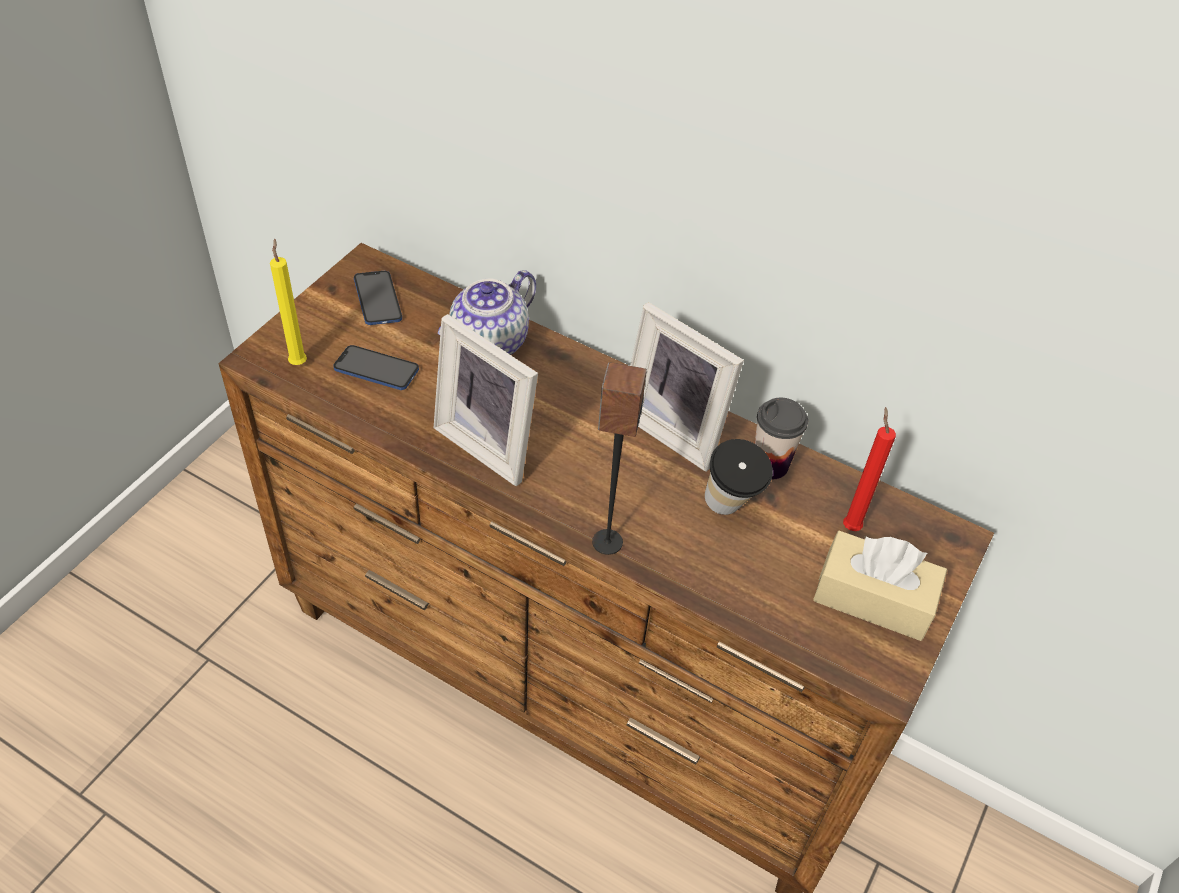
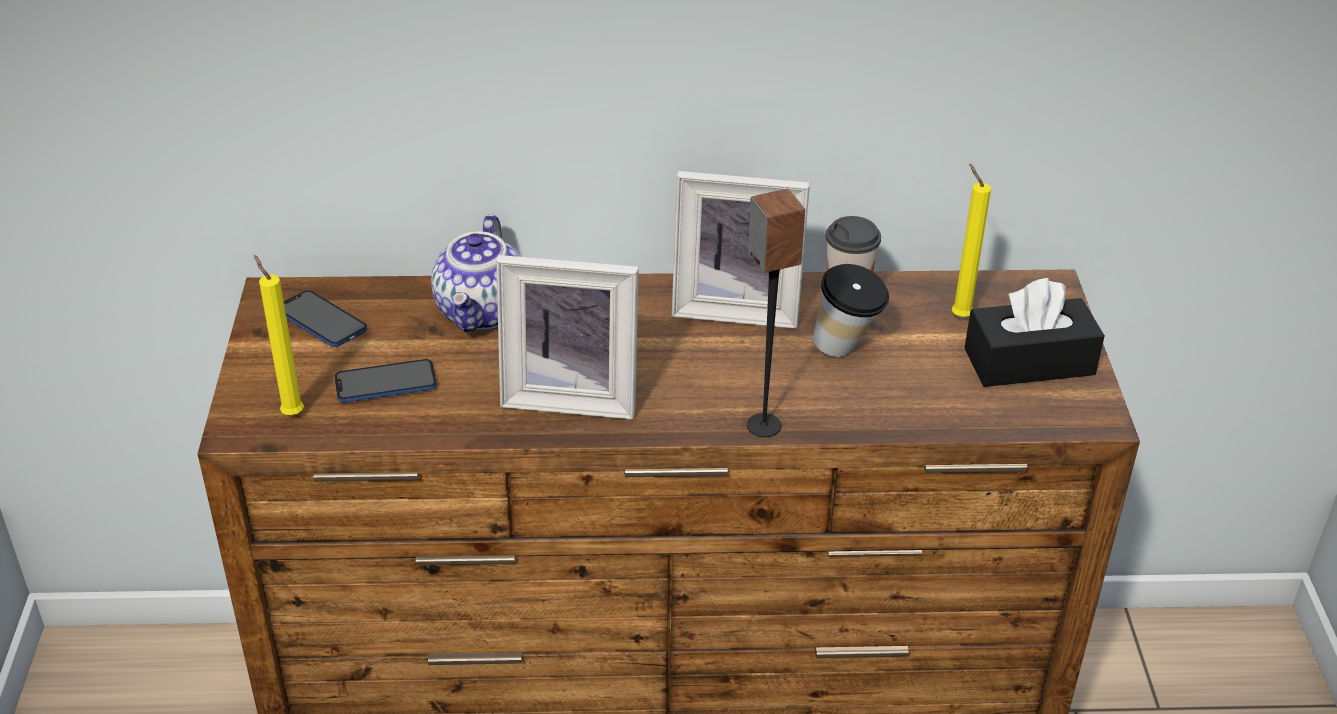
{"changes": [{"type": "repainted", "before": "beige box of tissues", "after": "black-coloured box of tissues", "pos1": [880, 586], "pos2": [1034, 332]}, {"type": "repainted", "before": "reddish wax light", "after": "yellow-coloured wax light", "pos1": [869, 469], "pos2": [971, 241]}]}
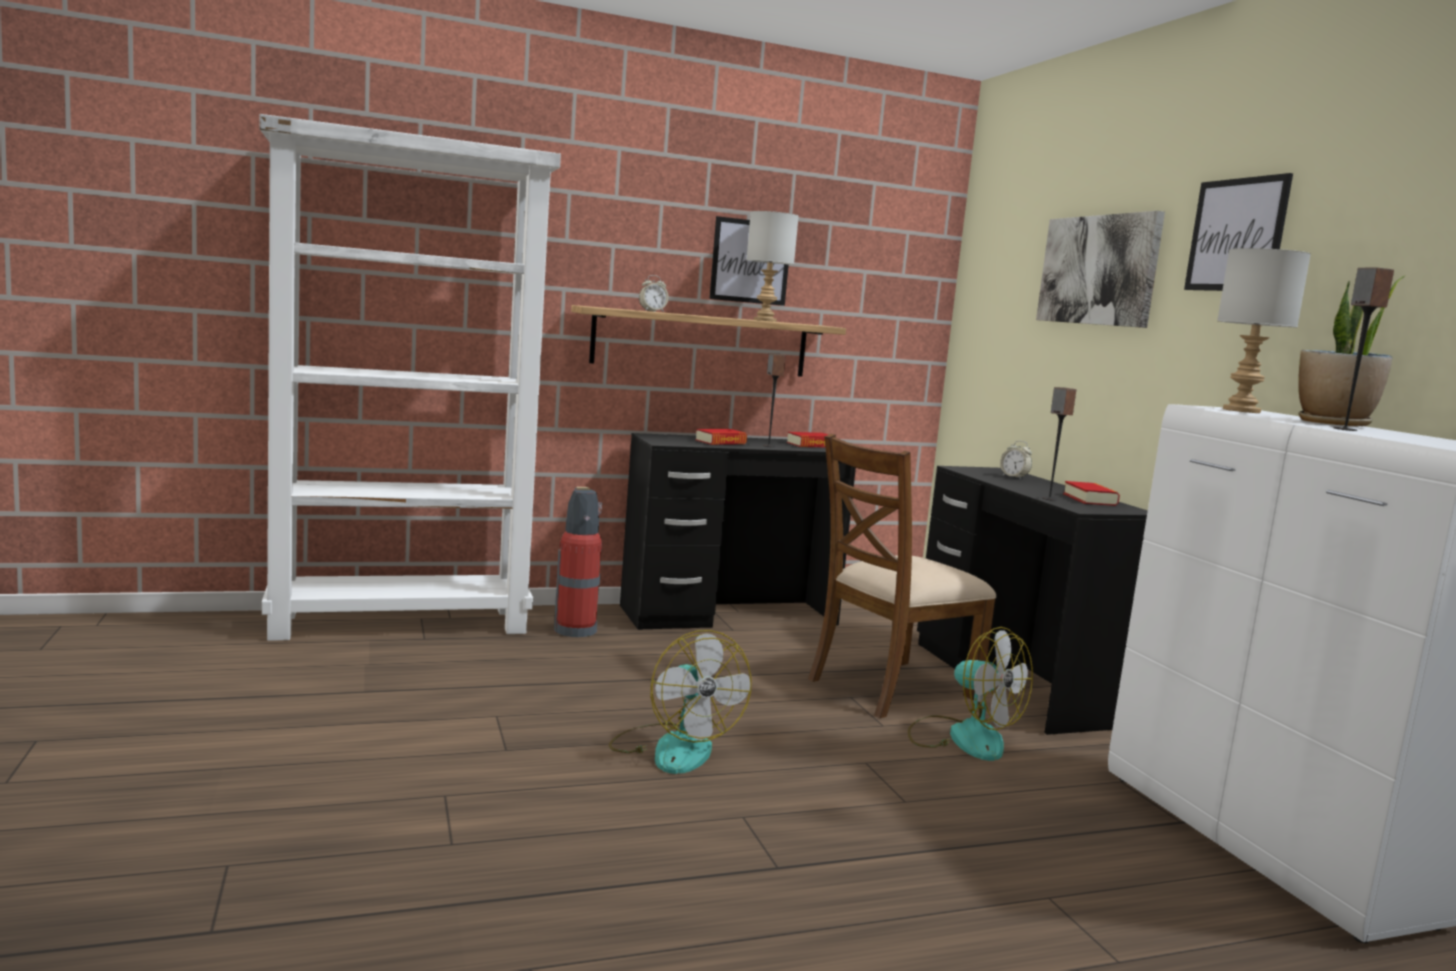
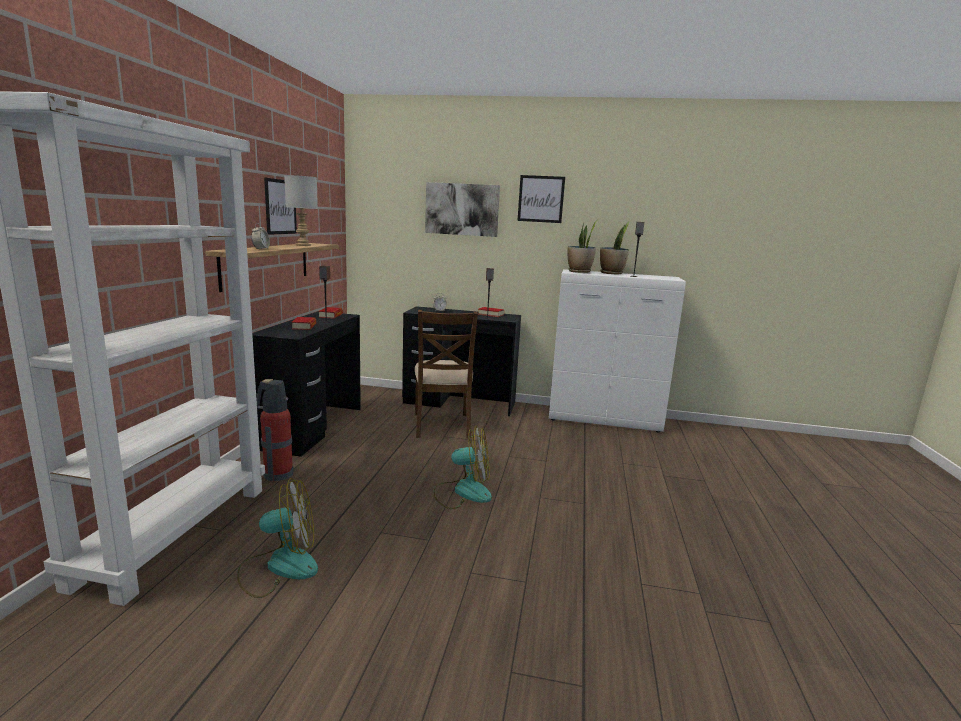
{"changes": [{"type": "shifted", "before": "electric fan", "pos1": [970, 694], "pos2": [277, 538]}, {"type": "swapped", "before": "gray table lamp", "after": "houseplant", "pos1": [1264, 330], "pos2": [582, 247]}]}
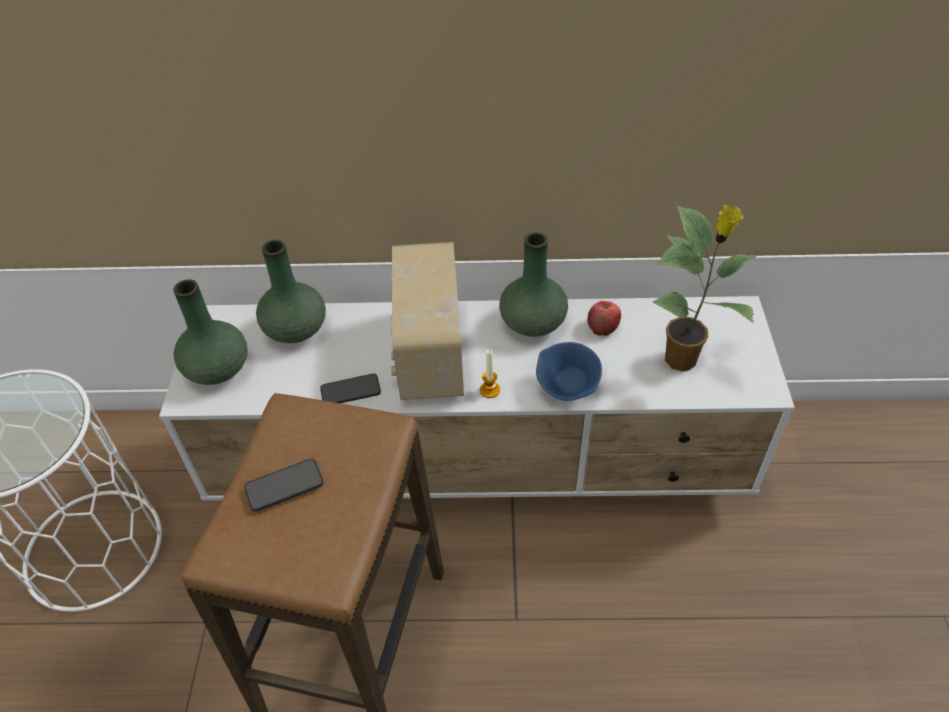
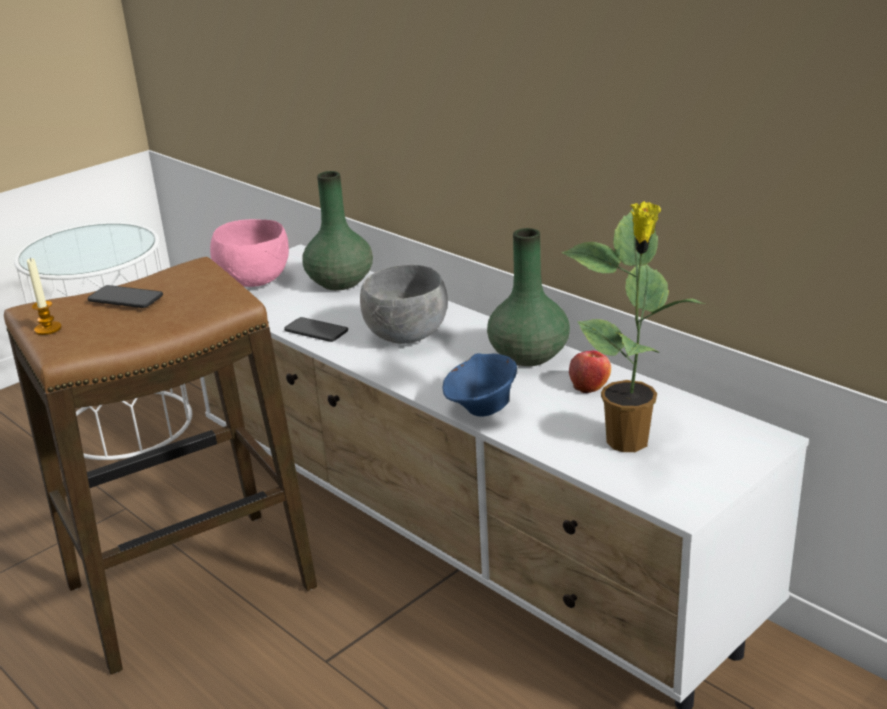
{"changes": [{"type": "shifted", "before": "wax light", "pos1": [490, 373], "pos2": [44, 296]}, {"type": "swapped", "before": "green-coloured decorative vase", "after": "pinkish serving bowl", "pos1": [210, 332], "pos2": [249, 253]}, {"type": "swapped", "before": "radio receiver", "after": "gray serving bowl", "pos1": [427, 321], "pos2": [404, 304]}]}
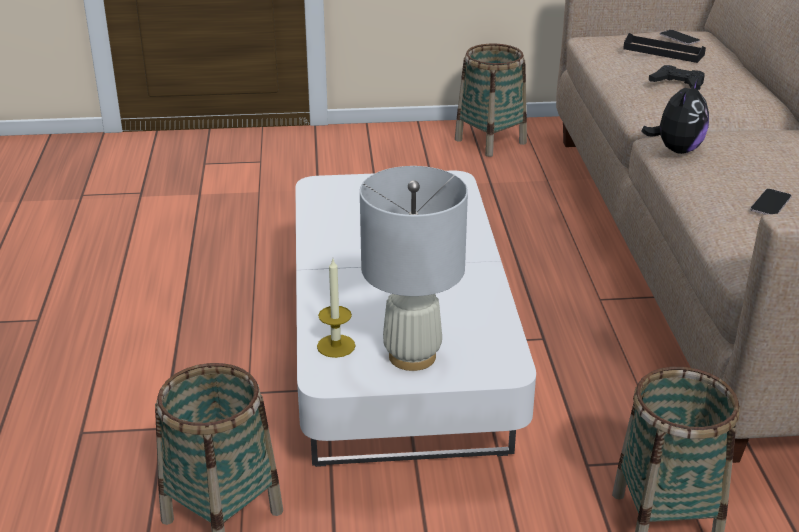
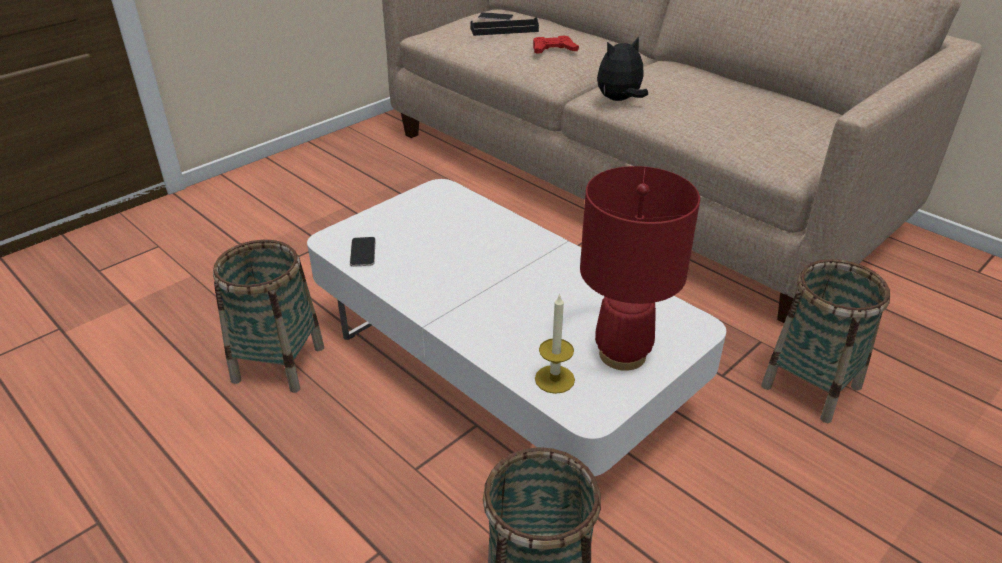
{"changes": [{"type": "shifted", "before": "basket", "pos1": [491, 100], "pos2": [268, 316]}, {"type": "shifted", "before": "telephone", "pos1": [771, 202], "pos2": [363, 252]}, {"type": "repainted", "before": "white table lamp", "after": "reddish table lamp", "pos1": [414, 268], "pos2": [640, 268]}, {"type": "repainted", "before": "black-coloured joypad", "after": "reddish joypad", "pos1": [677, 77], "pos2": [556, 45]}, {"type": "rotated", "before": "soft toy", "pos1": [675, 116], "pos2": [622, 68], "turn": -105}]}
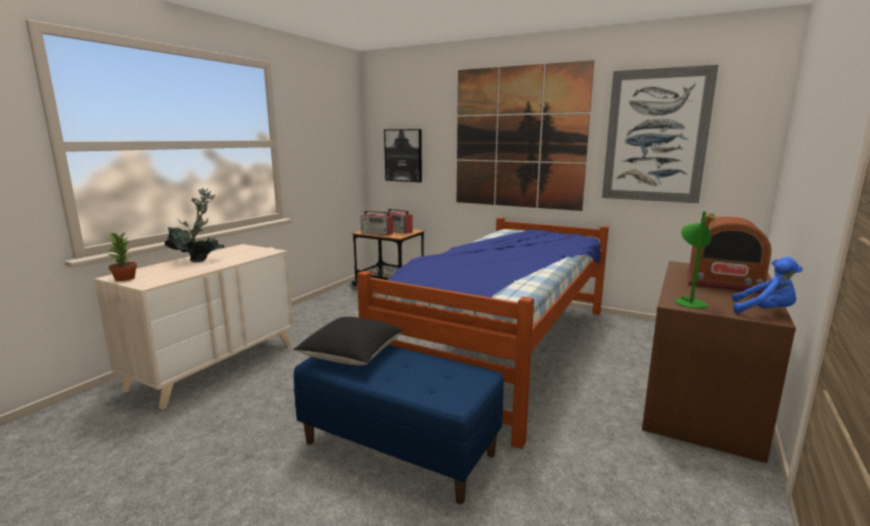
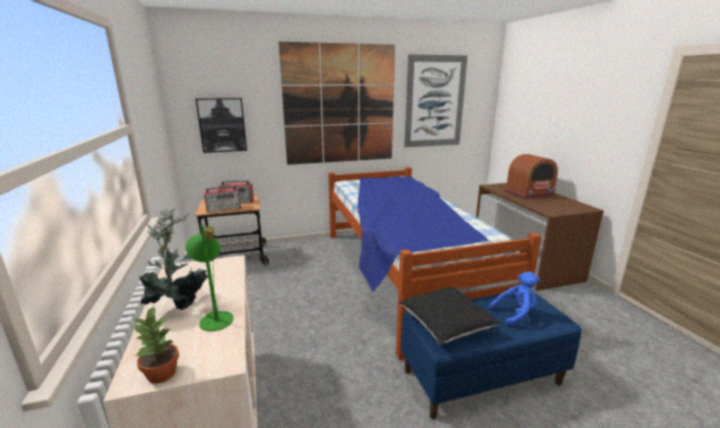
{"changes": [{"type": "shifted", "before": "green-coloured table lamp", "pos1": [695, 260], "pos2": [209, 278]}, {"type": "shifted", "before": "blue soft toy", "pos1": [767, 285], "pos2": [514, 299]}]}
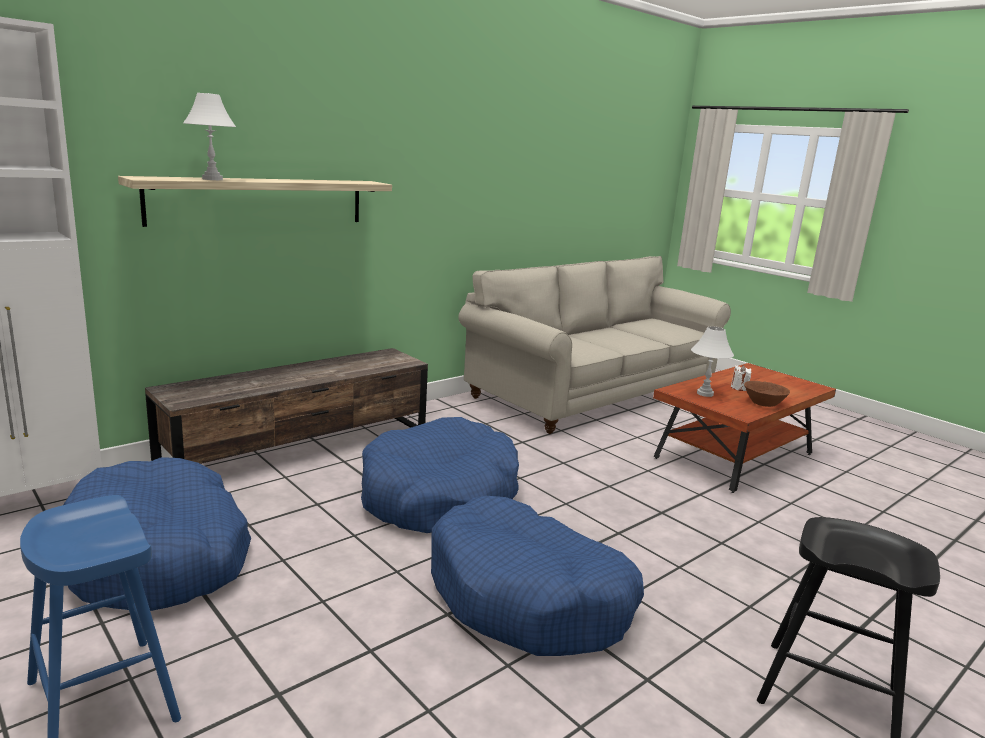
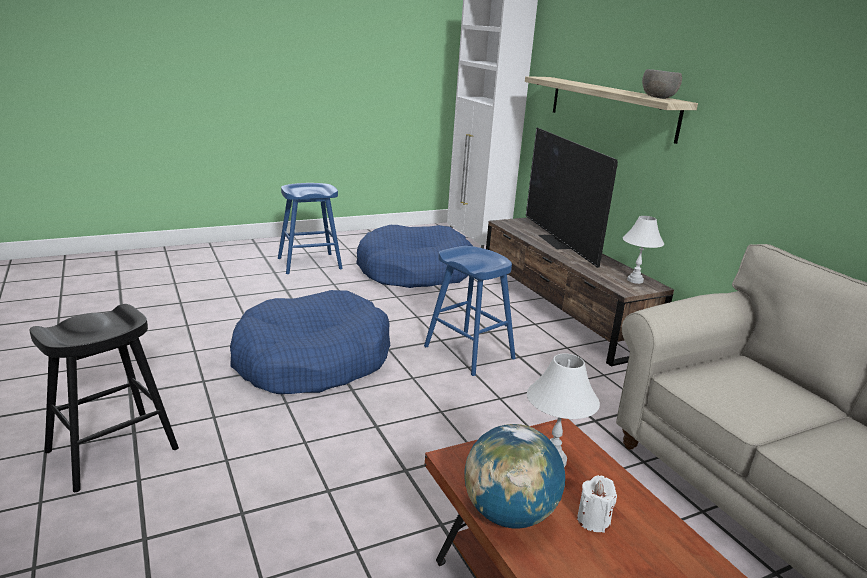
{"changes": [{"type": "new", "after": "TV", "pos2": [572, 198]}, {"type": "new", "after": "gray serving bowl", "pos2": [662, 84]}, {"type": "shifted", "before": "white table lamp", "pos1": [209, 136], "pos2": [643, 250]}, {"type": "swapped", "before": "blue dog bed", "after": "blue stool seat", "pos1": [440, 475], "pos2": [470, 311]}, {"type": "swapped", "before": "brownish serving bowl", "after": "world globe", "pos1": [767, 394], "pos2": [514, 476]}]}
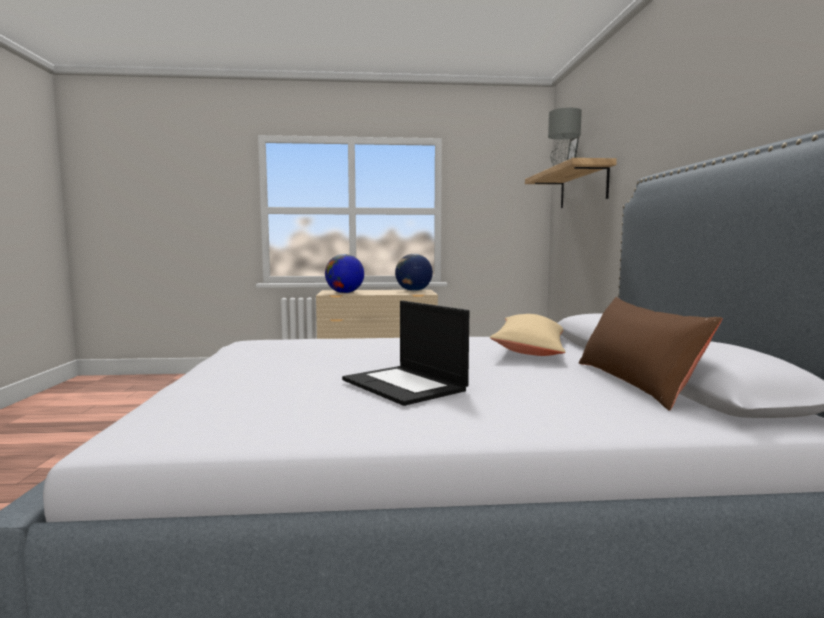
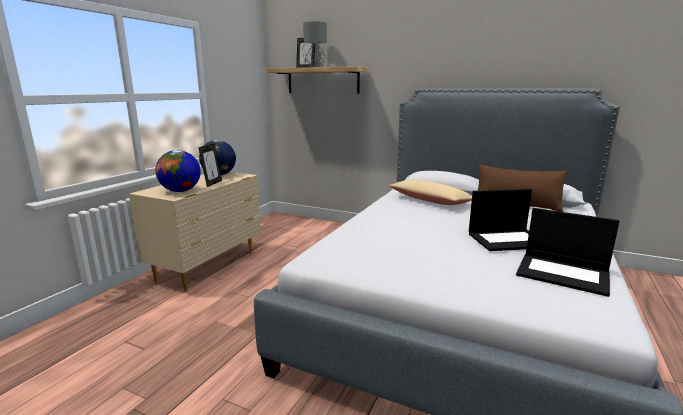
{"changes": [{"type": "new", "after": "standing frame", "pos2": [210, 165]}, {"type": "new", "after": "portable computer", "pos2": [568, 252]}]}
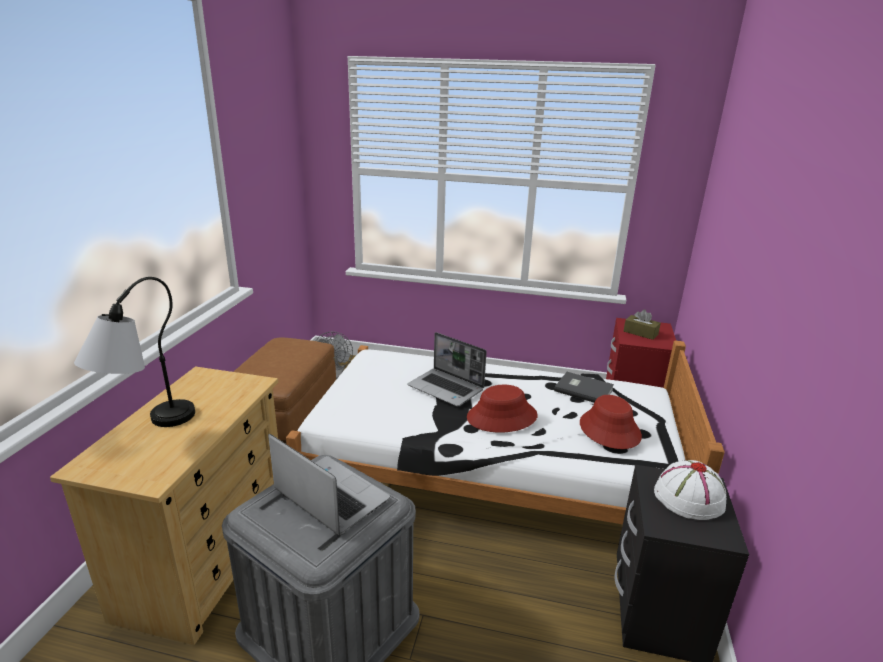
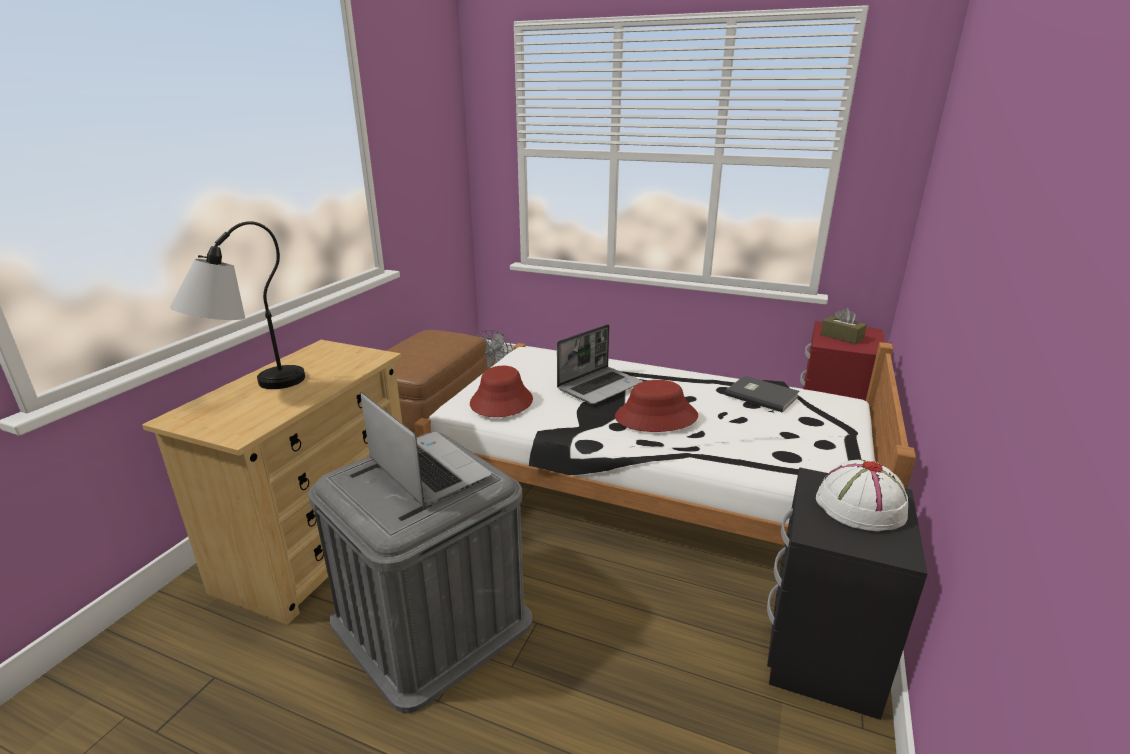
{"changes": [{"type": "shifted", "before": "reddish wearable hat", "pos1": [611, 422], "pos2": [501, 391]}, {"type": "rotated", "before": "portable computer", "pos1": [447, 369], "pos2": [600, 364], "turn": -90}]}
